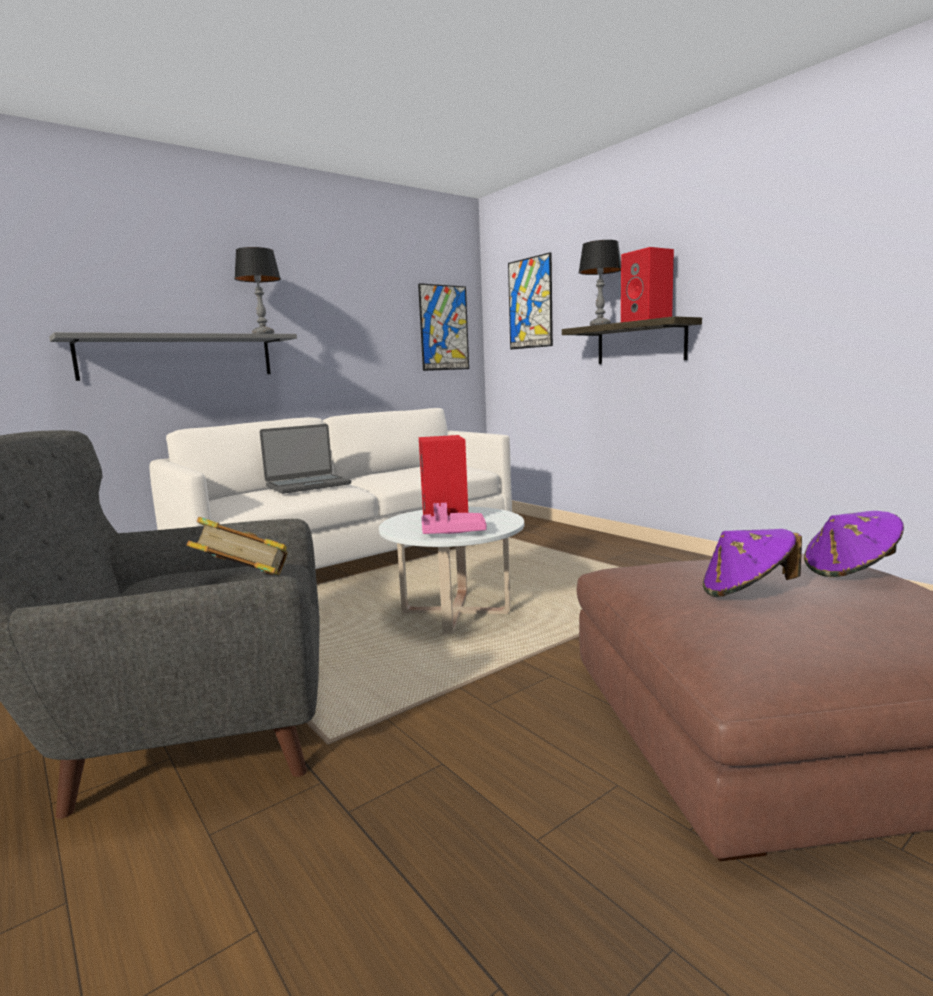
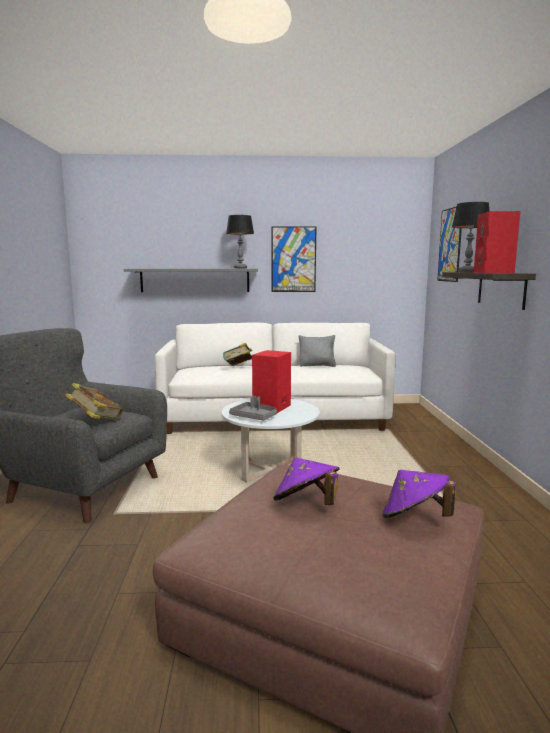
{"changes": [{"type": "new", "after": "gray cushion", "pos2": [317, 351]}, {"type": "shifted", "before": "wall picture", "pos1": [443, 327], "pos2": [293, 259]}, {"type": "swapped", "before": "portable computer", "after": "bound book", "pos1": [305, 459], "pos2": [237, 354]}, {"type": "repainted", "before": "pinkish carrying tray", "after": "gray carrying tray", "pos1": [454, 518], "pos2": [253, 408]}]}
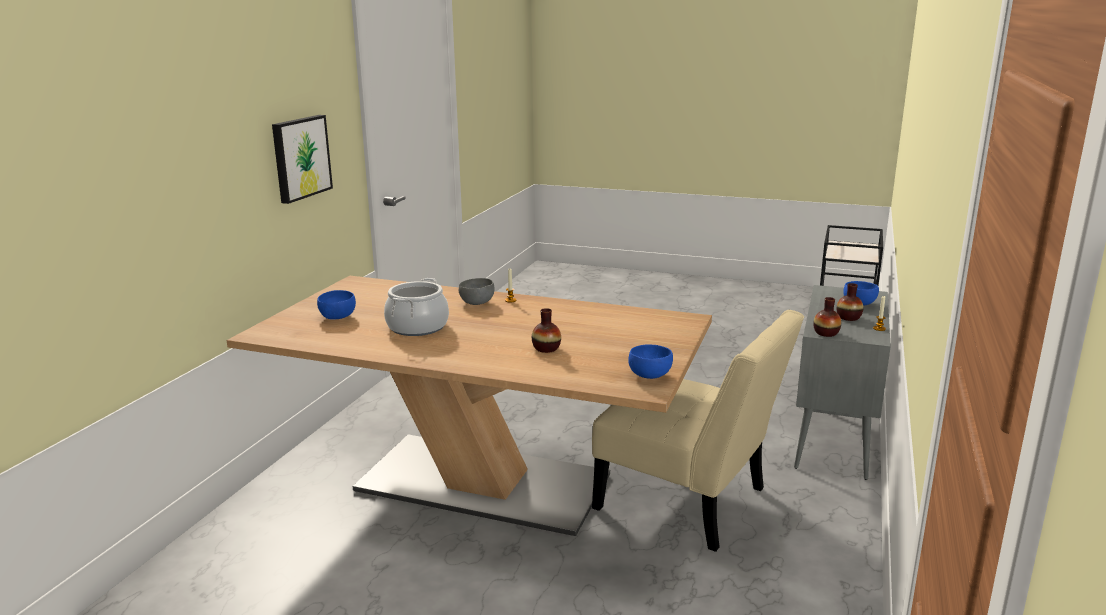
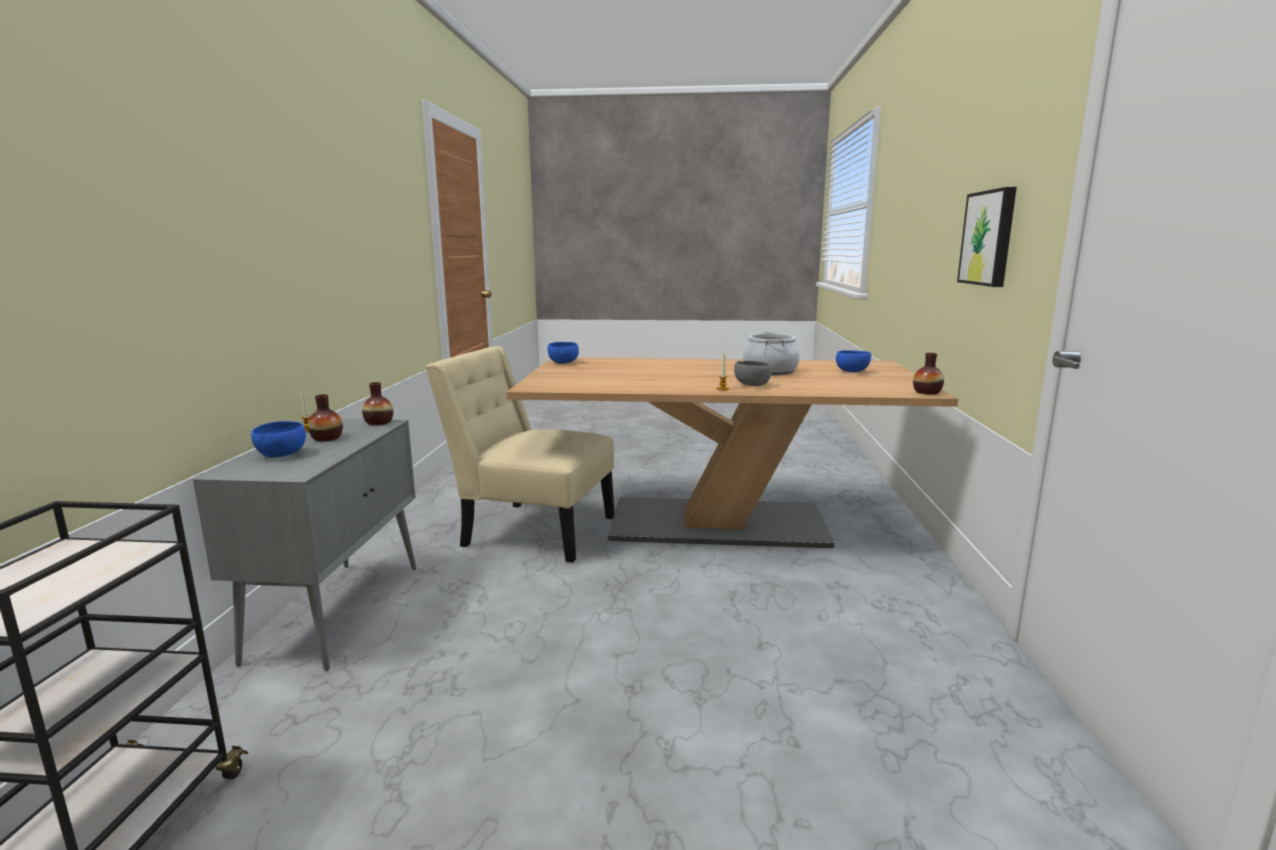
{"changes": [{"type": "shifted", "before": "decorative vase", "pos1": [546, 330], "pos2": [928, 374]}]}
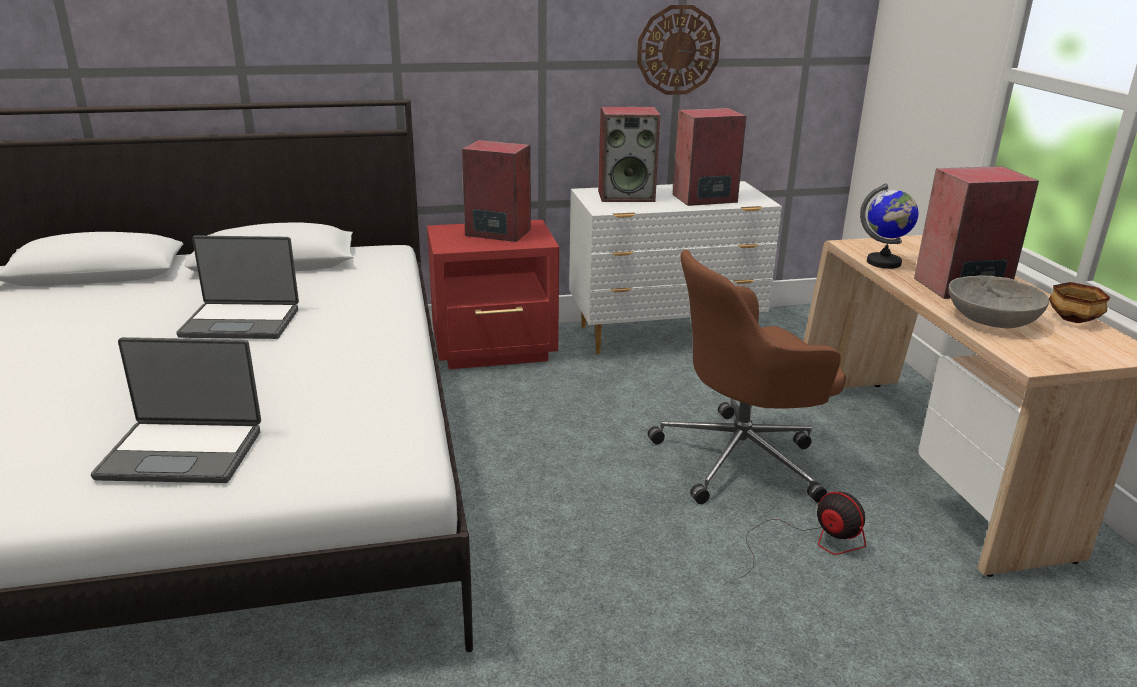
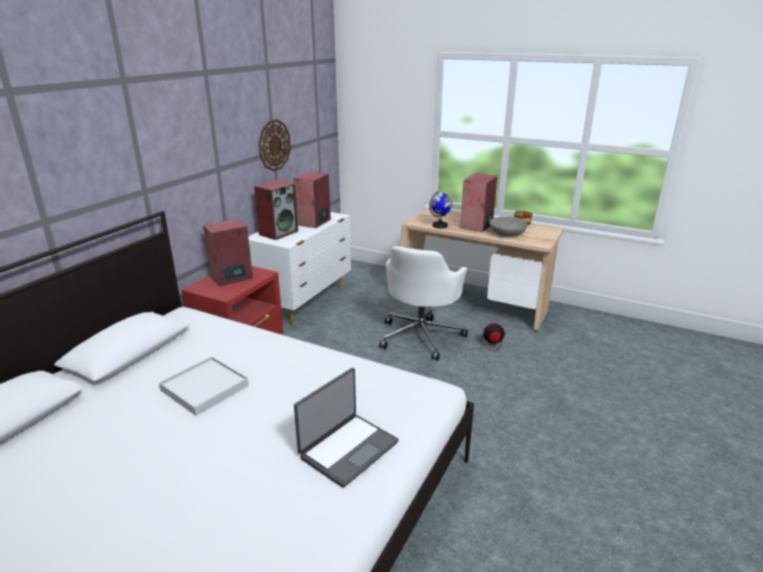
{"changes": [{"type": "swapped", "before": "portable computer", "after": "white carrying tray", "pos1": [237, 287], "pos2": [204, 386]}, {"type": "repainted", "before": "brownish computer chair", "after": "white computer chair", "pos1": [747, 377], "pos2": [424, 303]}]}
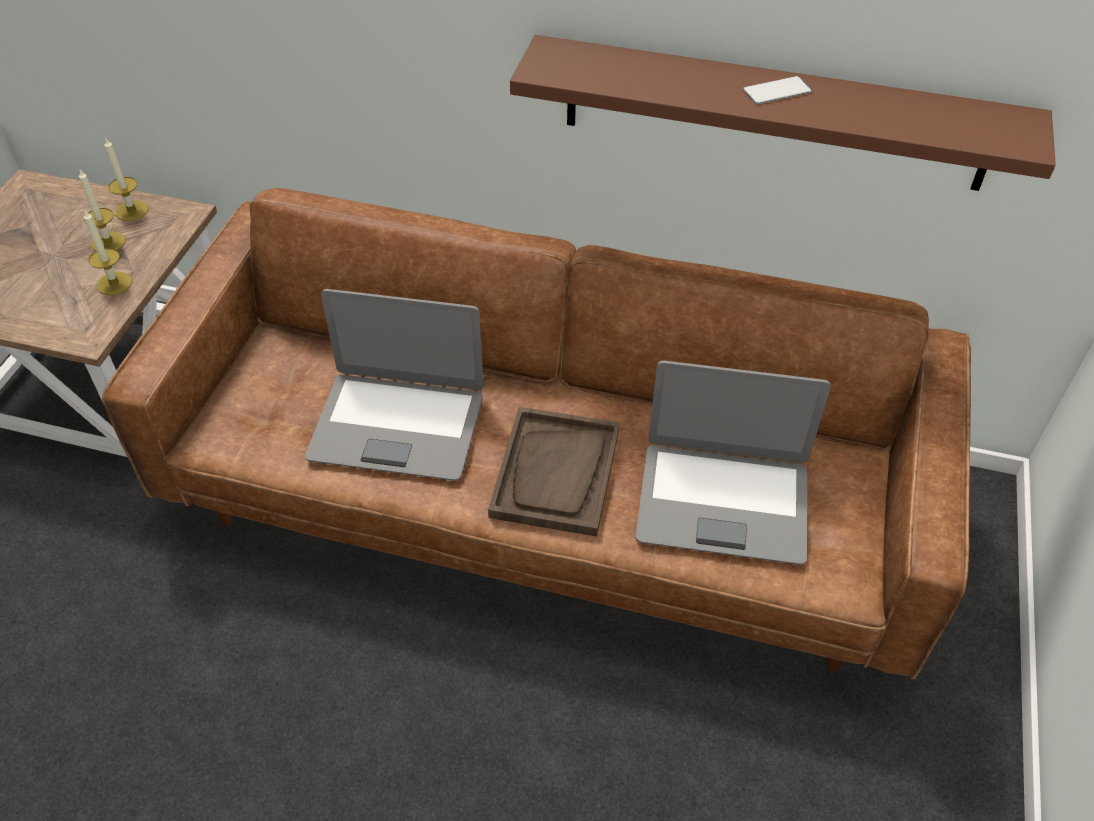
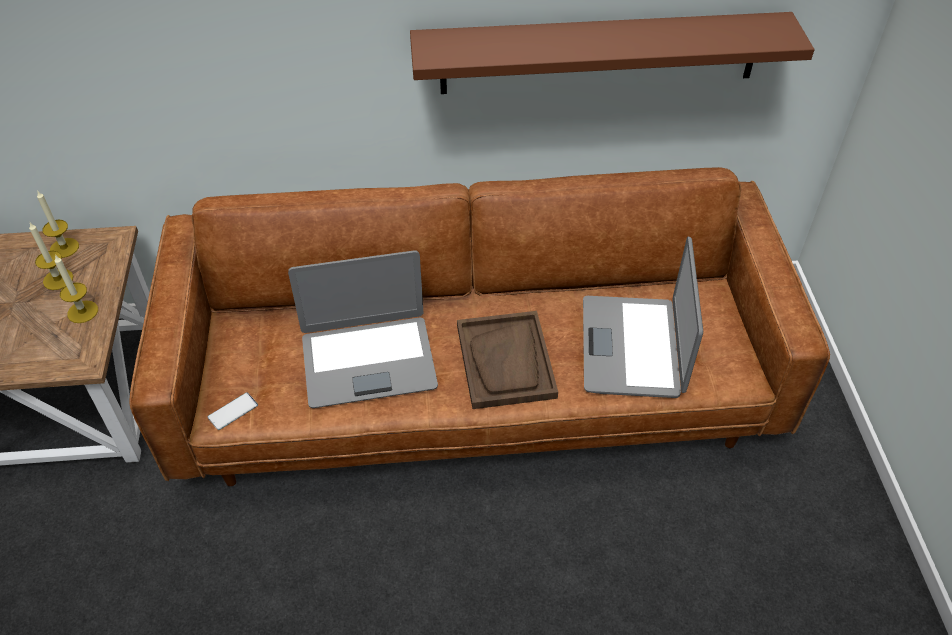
{"changes": [{"type": "shifted", "before": "telephone", "pos1": [778, 90], "pos2": [233, 411]}, {"type": "rotated", "before": "portable computer", "pos1": [733, 463], "pos2": [643, 317], "turn": 105}]}
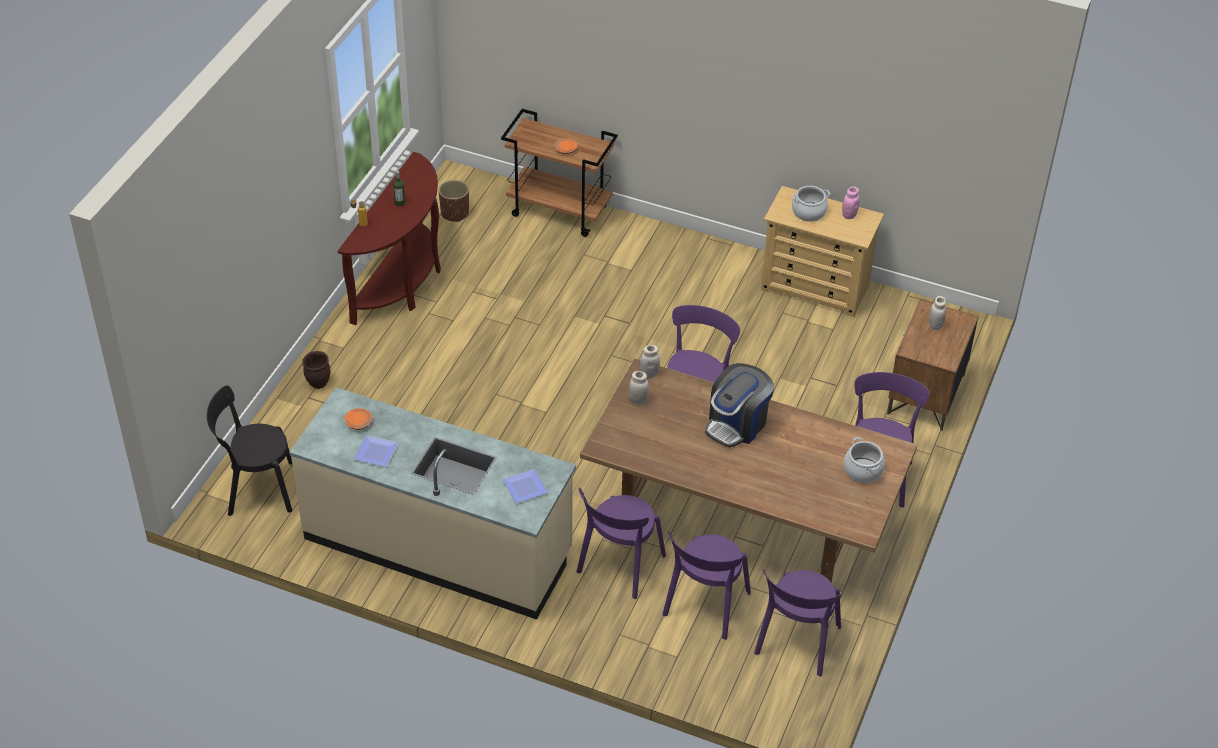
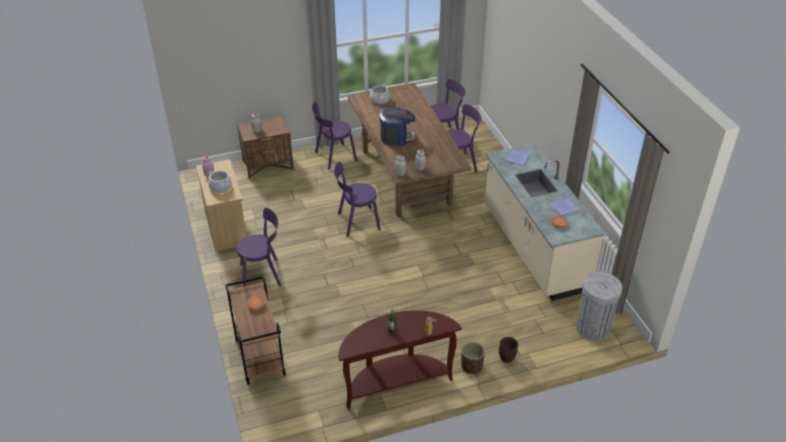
{"changes": [{"type": "shifted", "before": "brownish plant pot", "pos1": [454, 201], "pos2": [473, 358]}, {"type": "shifted", "before": "purple-coloured upright chair", "pos1": [621, 543], "pos2": [259, 247]}, {"type": "swapped", "before": "black-coloured upright chair", "after": "gray rubbish bin", "pos1": [250, 450], "pos2": [599, 306]}]}
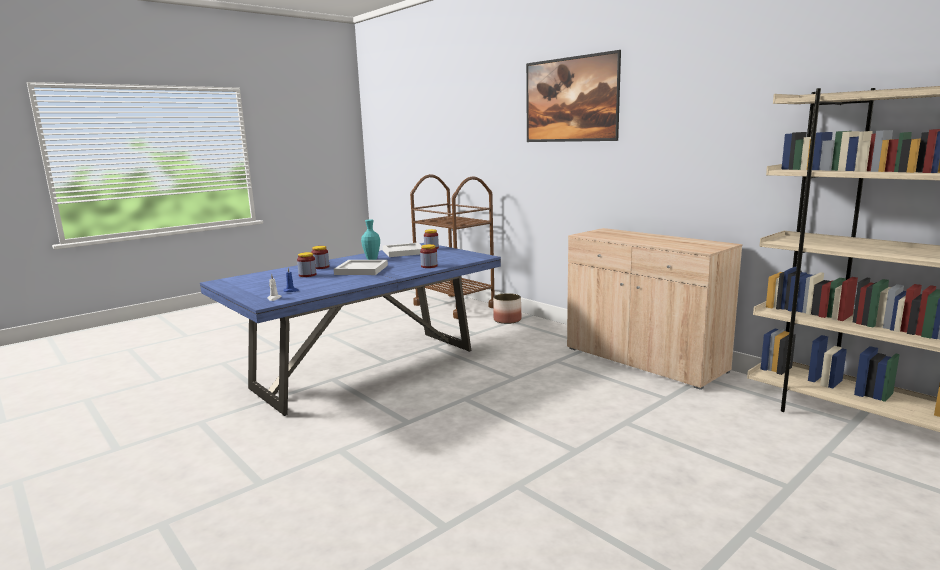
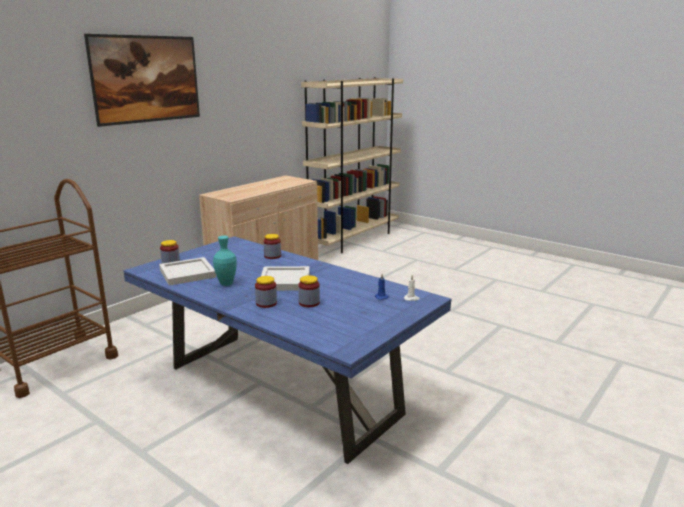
{"changes": [{"type": "gone", "before": "plant pot", "pos1": [507, 308]}]}
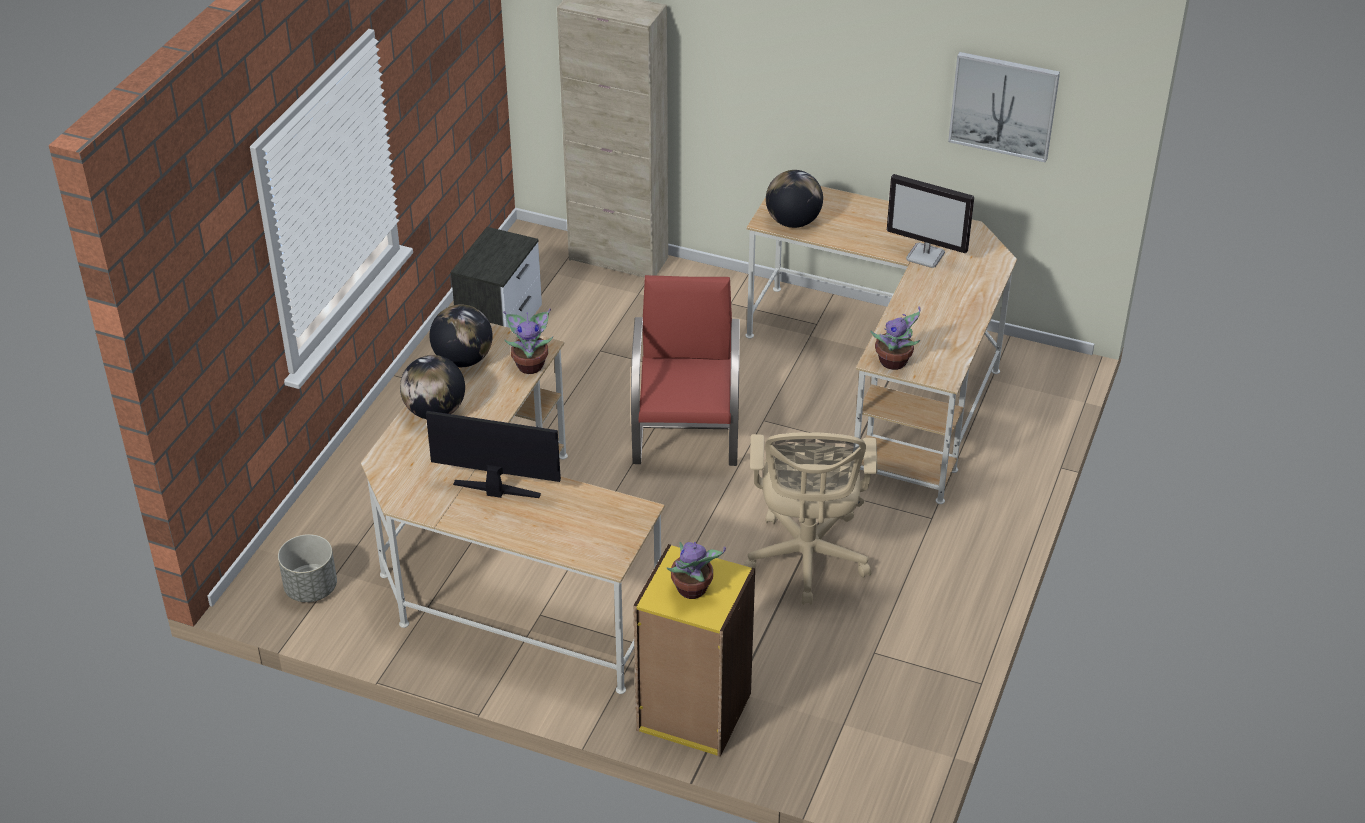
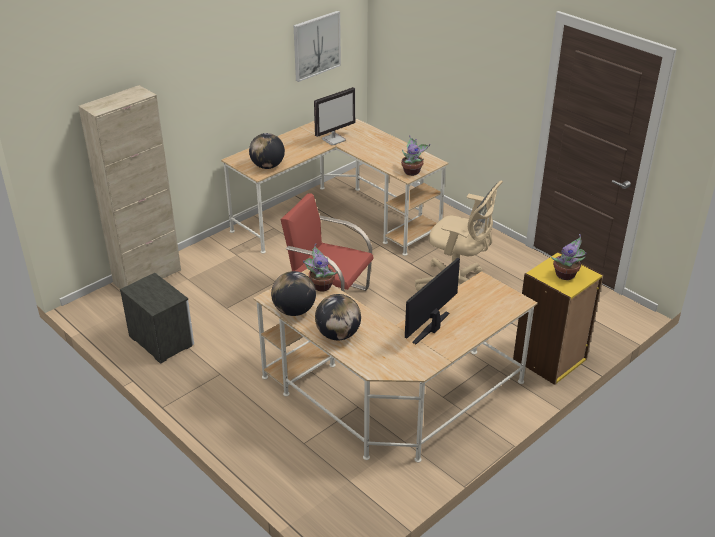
{"changes": [{"type": "gone", "before": "gray plant pot", "pos1": [307, 568]}]}
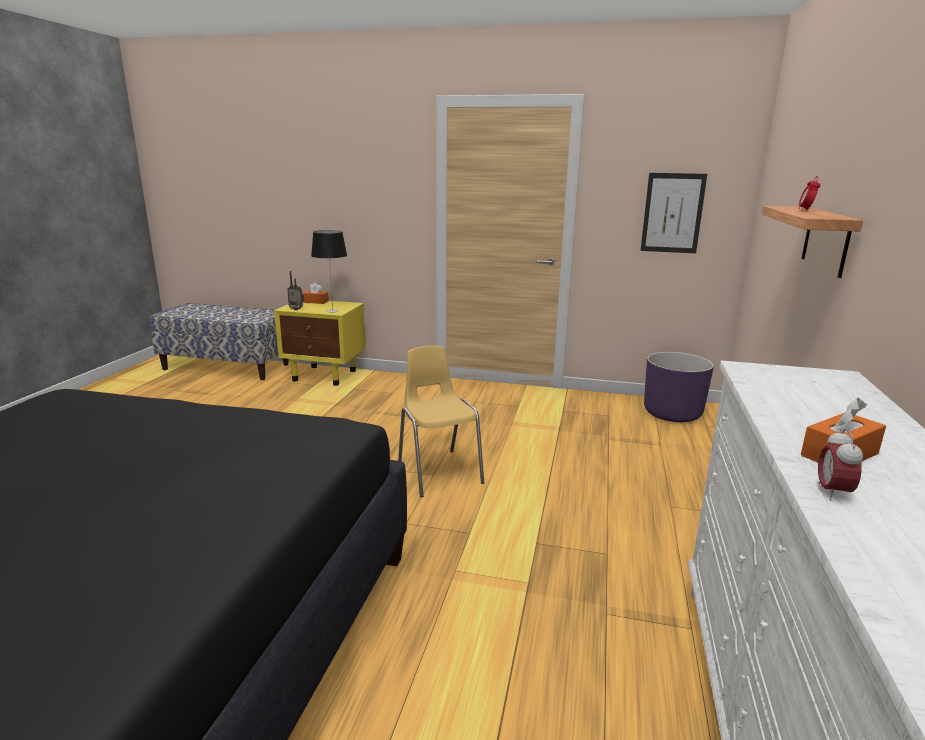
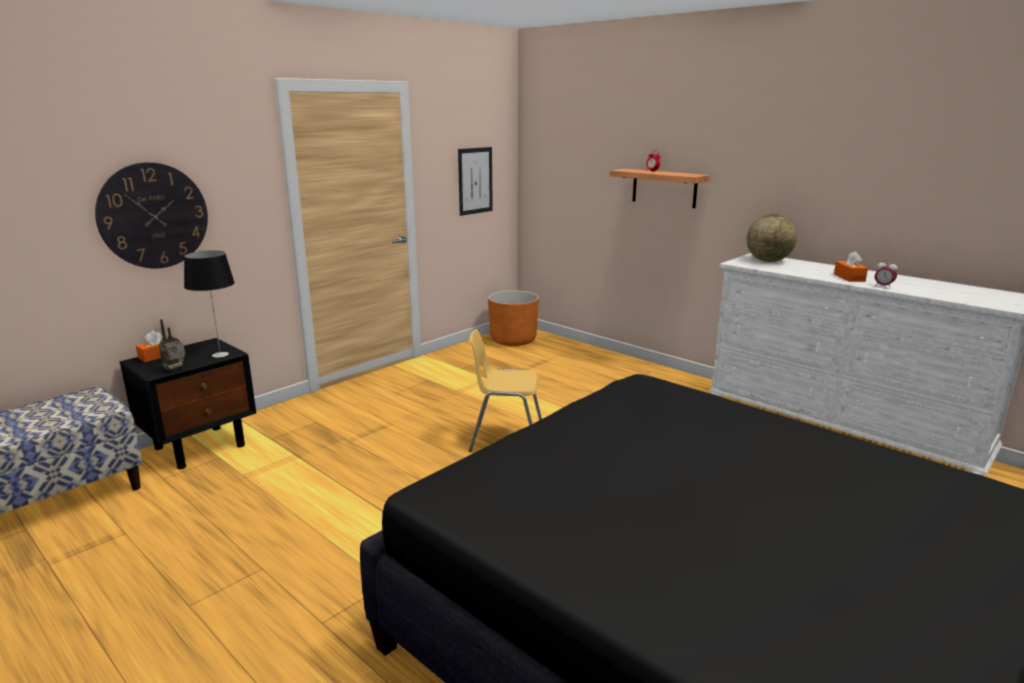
{"changes": [{"type": "new", "after": "clock on the wall", "pos2": [151, 215]}, {"type": "new", "after": "world globe", "pos2": [772, 238]}, {"type": "repainted", "before": "yellow-coloured nightstand", "after": "black-coloured nightstand", "pos1": [319, 343], "pos2": [188, 403]}, {"type": "repainted", "before": "purple-coloured plant pot", "after": "orange-coloured plant pot", "pos1": [679, 387], "pos2": [513, 318]}]}
